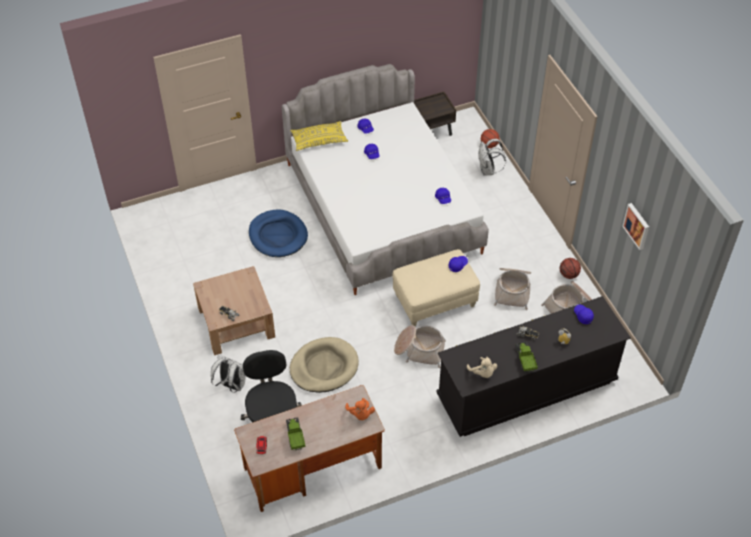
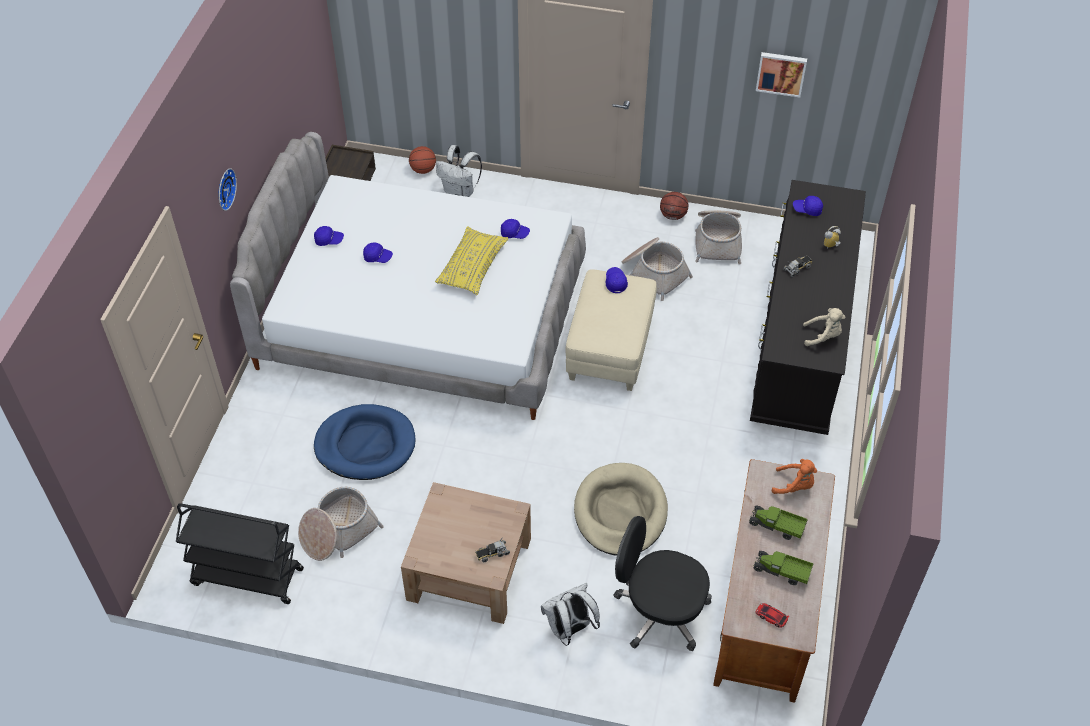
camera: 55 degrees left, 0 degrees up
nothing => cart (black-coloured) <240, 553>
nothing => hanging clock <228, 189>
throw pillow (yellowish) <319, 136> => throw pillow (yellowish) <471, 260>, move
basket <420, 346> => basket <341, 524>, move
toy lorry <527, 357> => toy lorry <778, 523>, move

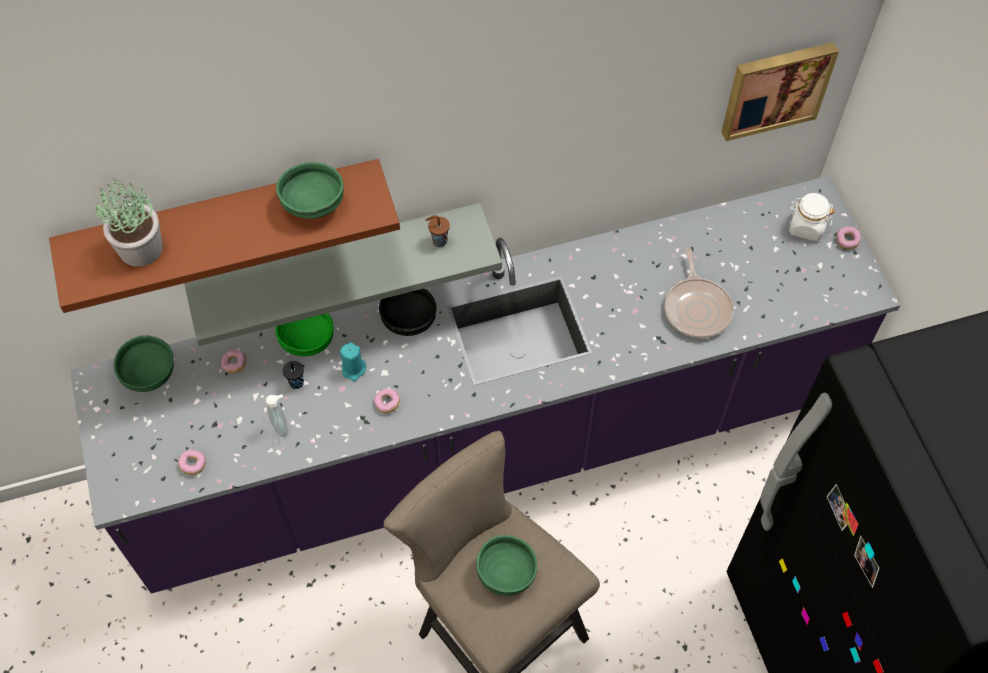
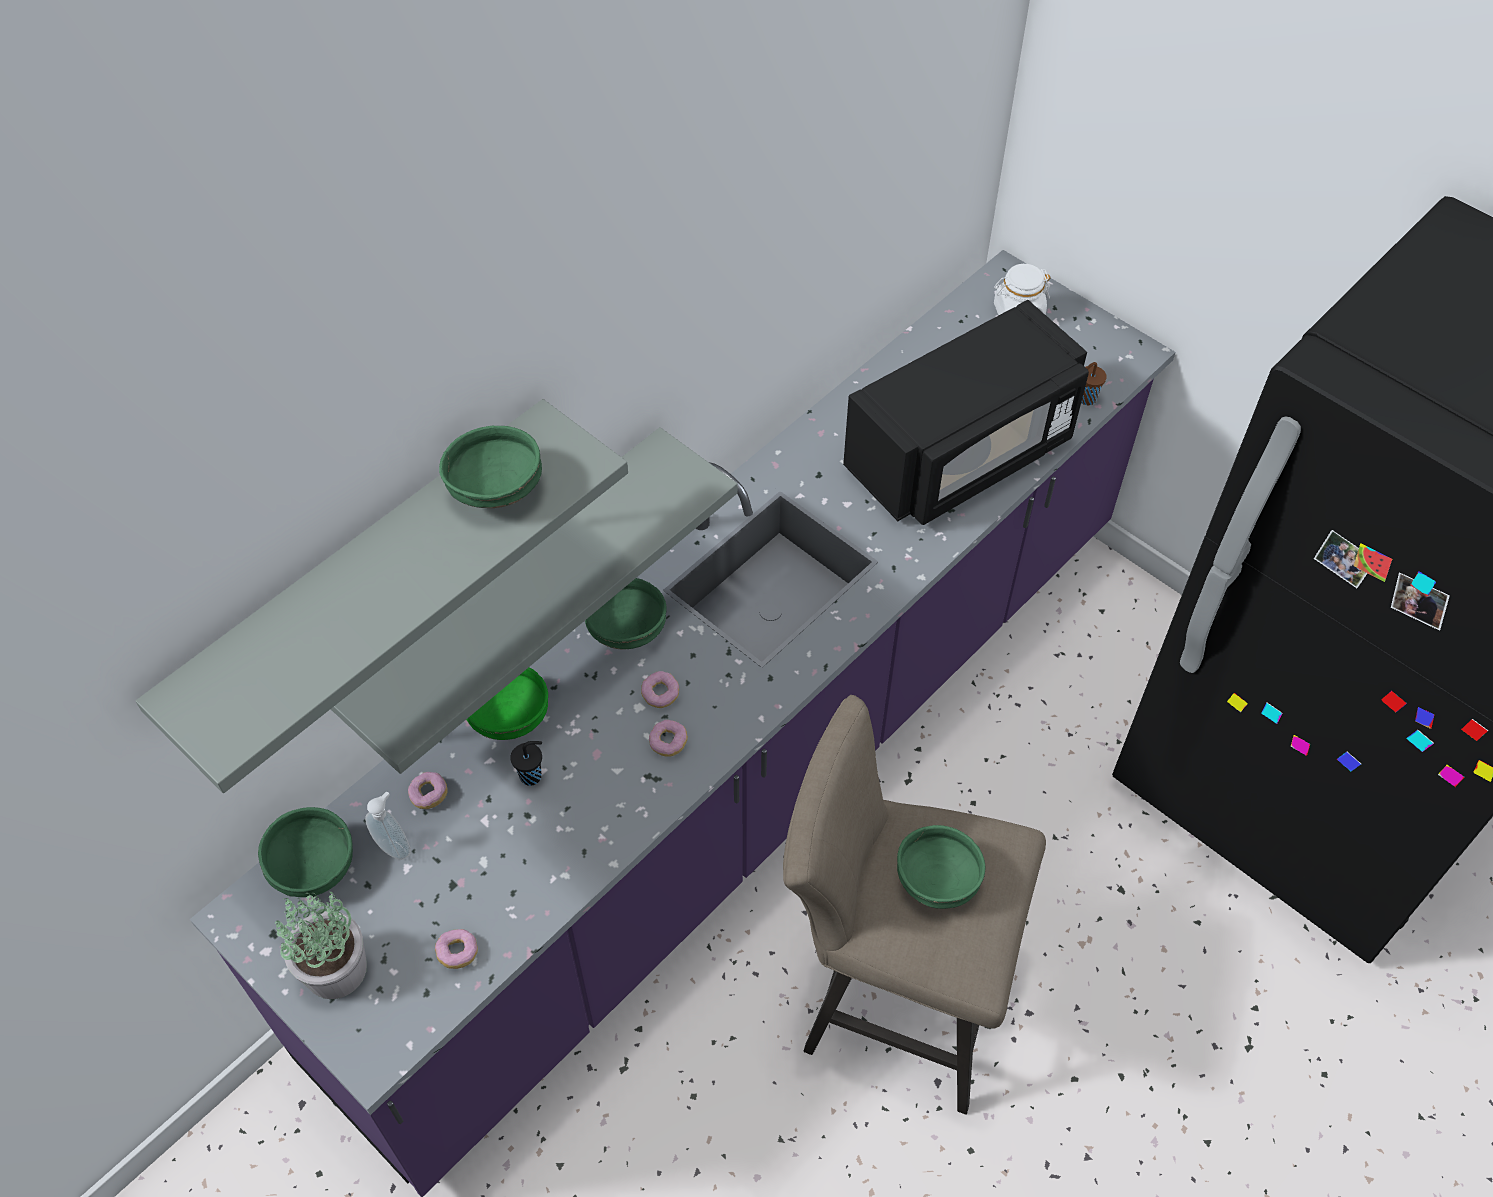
camera: 30 degrees left, 5 degrees down
candle (turquoise-coloured) <353, 361> => nothing
picture <780, 91> => nothing
potted plant <129, 222> => potted plant <320, 945>, move
liquid soap bottle <277, 415> => liquid soap bottle <388, 826>, move
cup (brownish) <438, 231> => cup (brownish) <1094, 383>, move
ring doughnut <848, 238> => ring doughnut <660, 689>, move
skillet <699, 293> => microwave oven (black-coloured) <966, 412>
bracket shelf (brownish) <224, 236> => bracket shelf (grey) <382, 596>
bowl (black-coloured) <407, 312> => bowl (greenish) <626, 614>

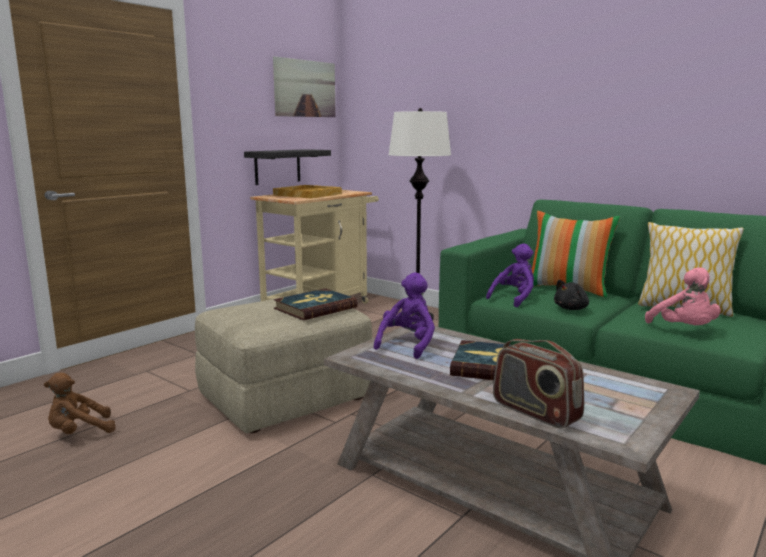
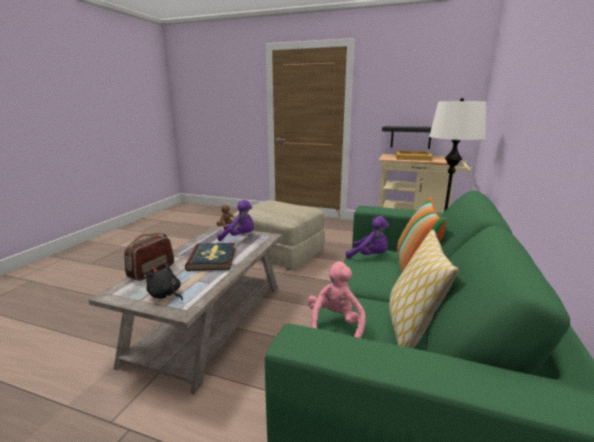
camera: 70 degrees right, 5 degrees up
picture <304, 86> => nothing
volume <315, 304> => nothing
cuddly toy (black-coloured) <571, 295> => cuddly toy (black-coloured) <164, 282>, move
cuddly toy (pinkish) <683, 296> => cuddly toy (pinkish) <337, 300>, 135 degrees clockwise

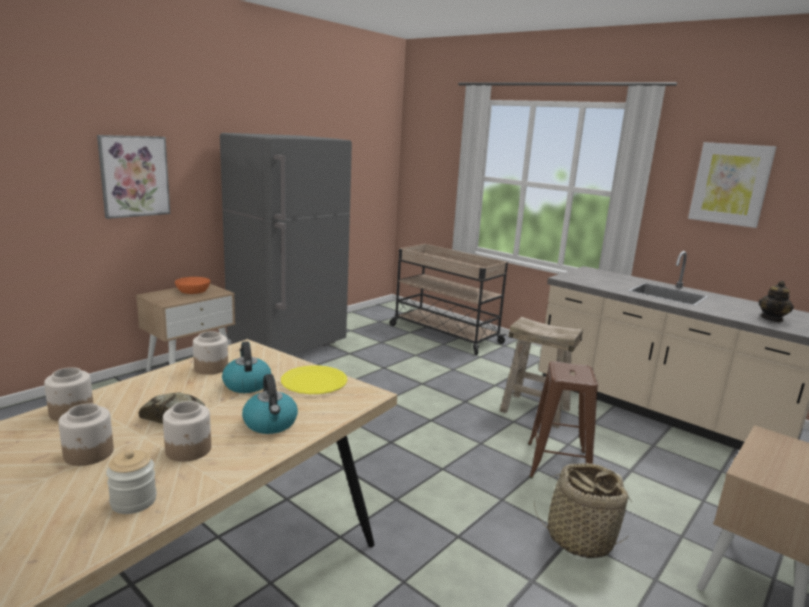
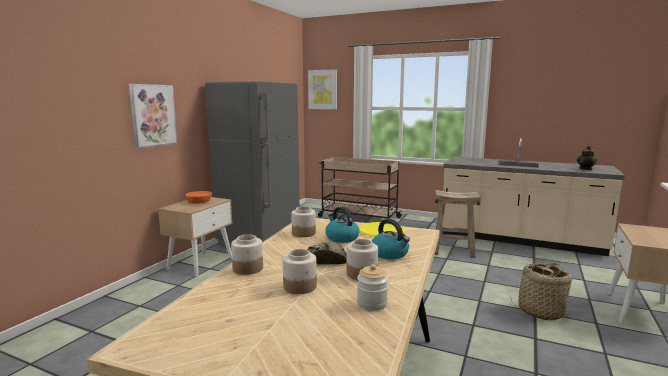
camera: 15 degrees left, 5 degrees down
sitting stool (brownish) <563, 419> => nothing
picture <732, 185> => picture <322, 89>, move

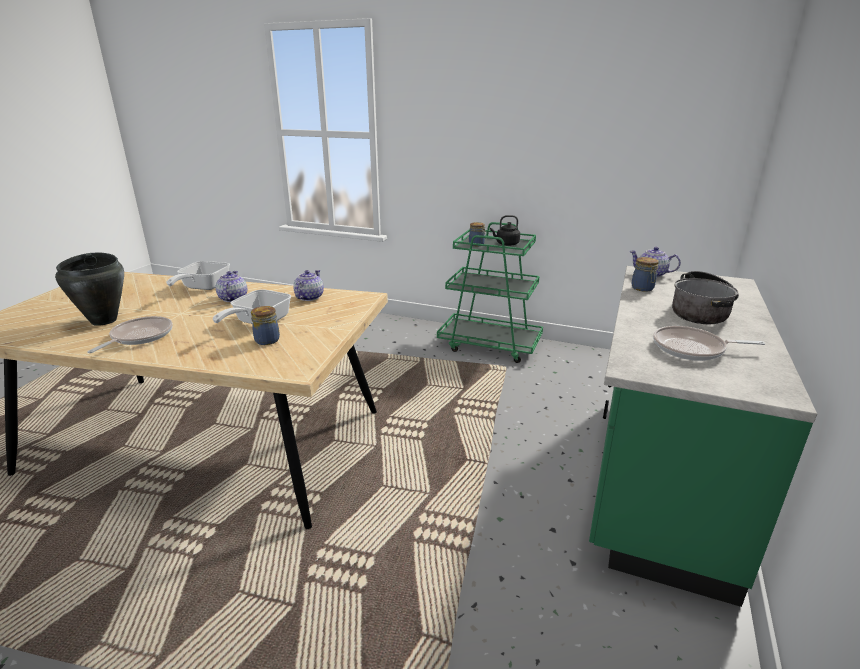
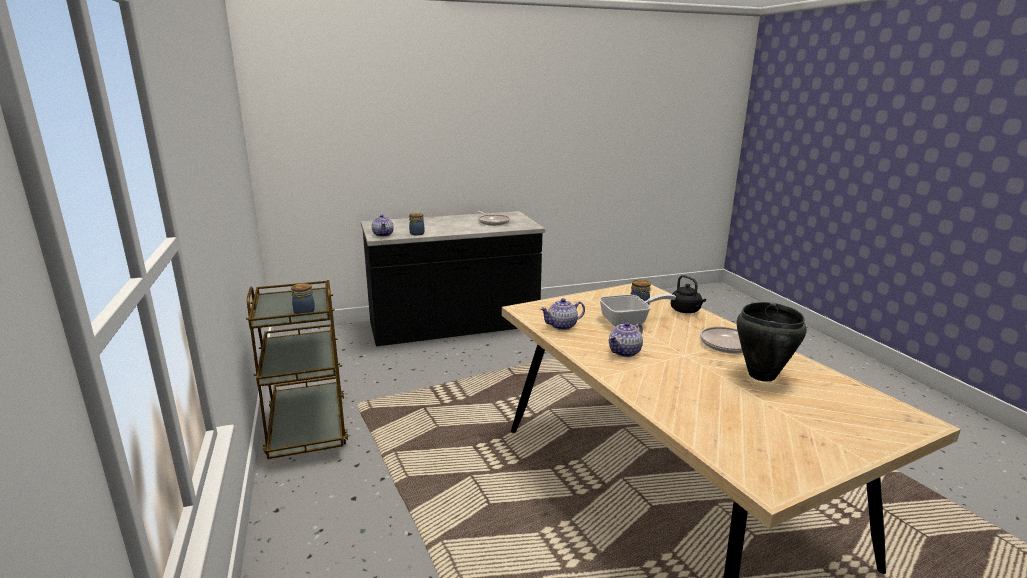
camera: 130 degrees left, 5 degrees down
skillet <198, 275> => nothing
saucepot <705, 297> => nothing
kettle (black-coloured) <505, 230> => kettle (black-coloured) <688, 294>, move
cart (greenish) <490, 292> => cart (brownish) <297, 369>
kitchen base unit (greenish) <703, 436> => kitchen base unit (black-coloured) <453, 278>

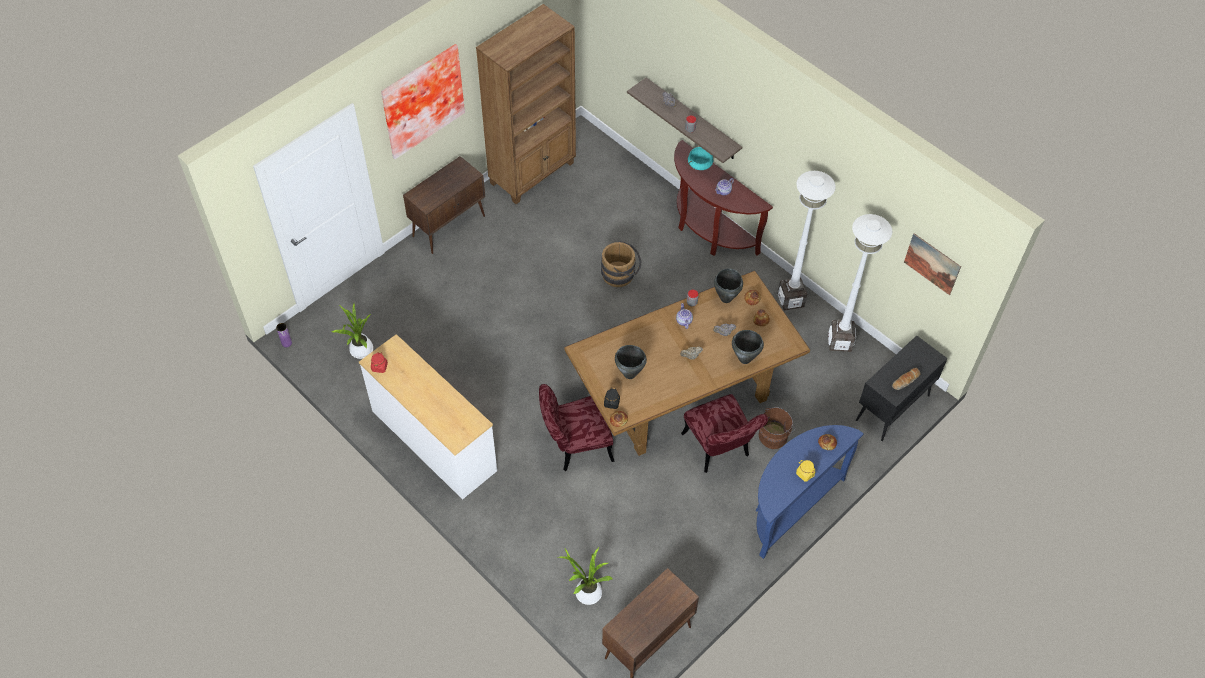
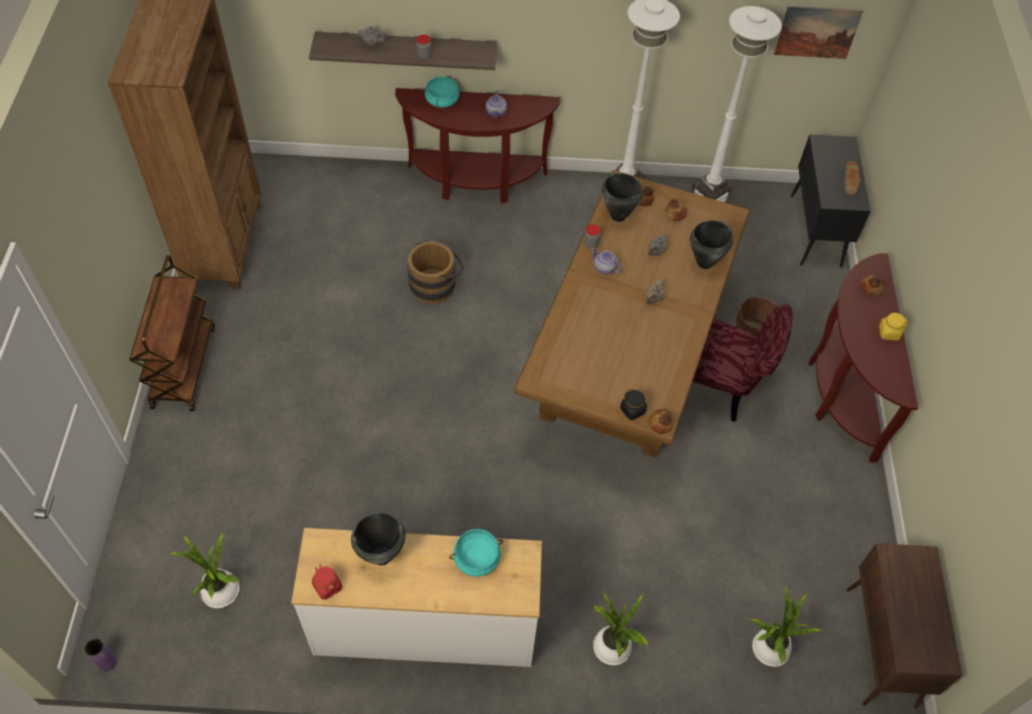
camera: 45 degrees left, 0 degrees up
picture <423, 101> => nothing
chair (red) <577, 427> => nothing
nothing => saucepot (turquoise-coloured) <476, 553>
nothing => potted plant <621, 628>
saucepot (black-coloured) <631, 362> => saucepot (black-coloured) <378, 539>, move
storage cabinet (brownish) <444, 205> => cart (brownish) <172, 333>
console table (blue-coloured) <810, 492> => console table (brownish) <863, 358>

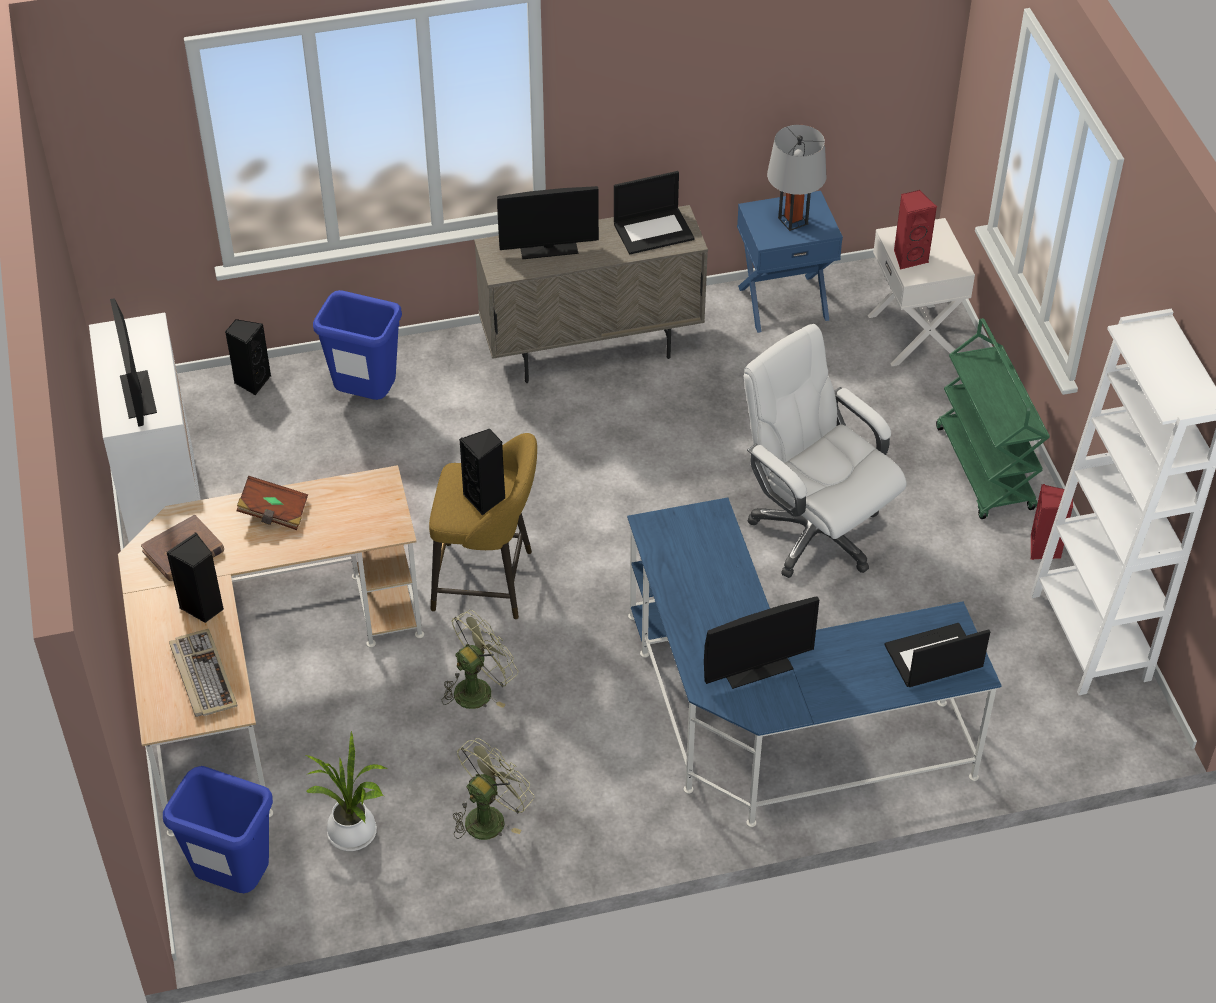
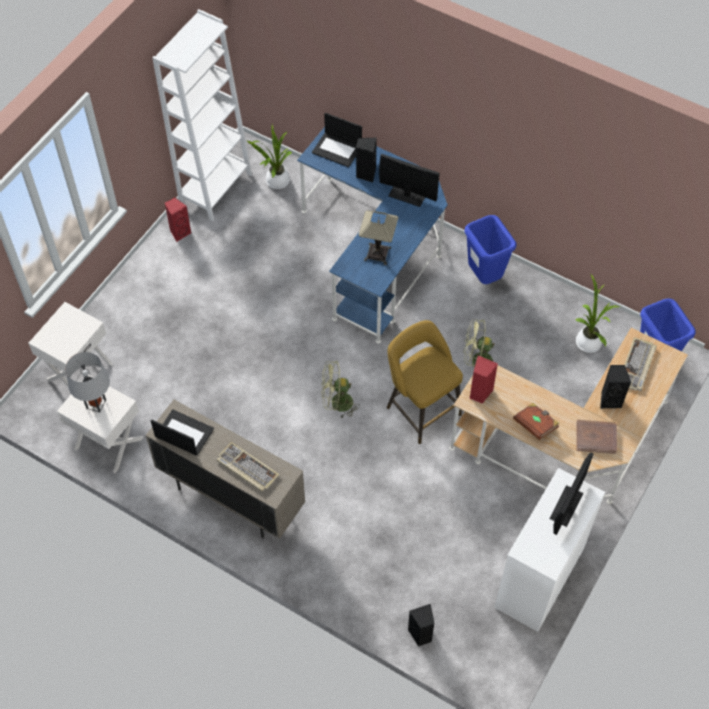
camera: 135 degrees left, 10 degrees up
computer chair (whitish) <825, 451> => nothing
cart (greenish) <993, 418> => nothing
nothing => potted plant <270, 157>
nothing => tabletop lamp <378, 237>
waste bin (blue-coloured) <357, 345> => waste bin (blue-coloured) <490, 249>, move
cooling fan (greenish) <493, 789> => cooling fan (greenish) <340, 390>, move
loudspeaker (black-coloured) <482, 472> => loudspeaker (black-coloured) <366, 159>, move
loudspeaker (red) <915, 230> => loudspeaker (red) <484, 379>, move
computer screen <548, 222> => computer keyboard <248, 467>
night table (blue-coloured) <790, 262> => night table (whitish) <100, 424>

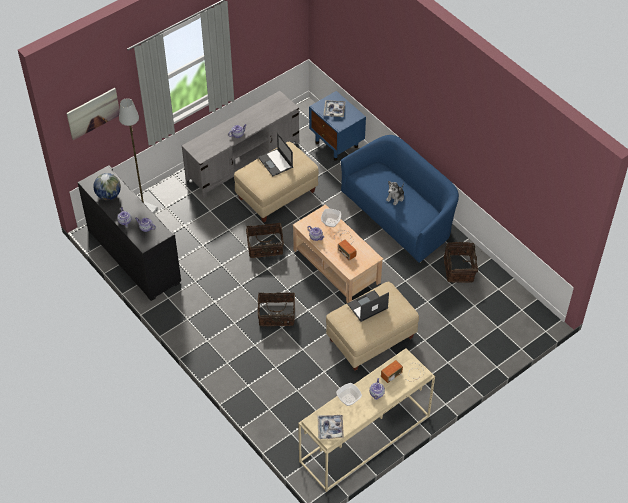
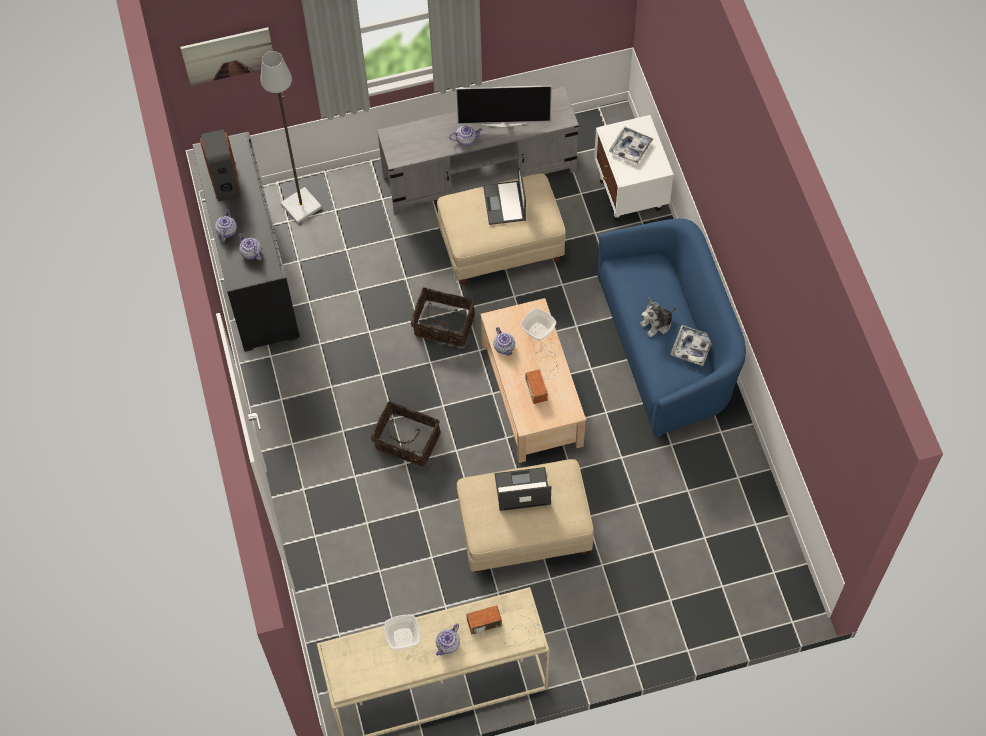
camera: 25 degrees right, 10 degrees up
basket <463, 262> => nothing
nothing => TV set <503, 106>
tray <330, 427> => tray <691, 345>, move
globe <107, 186> => loudspeaker <220, 165>
night table (blue-coloured) <337, 126> => night table (whitish) <634, 168>

